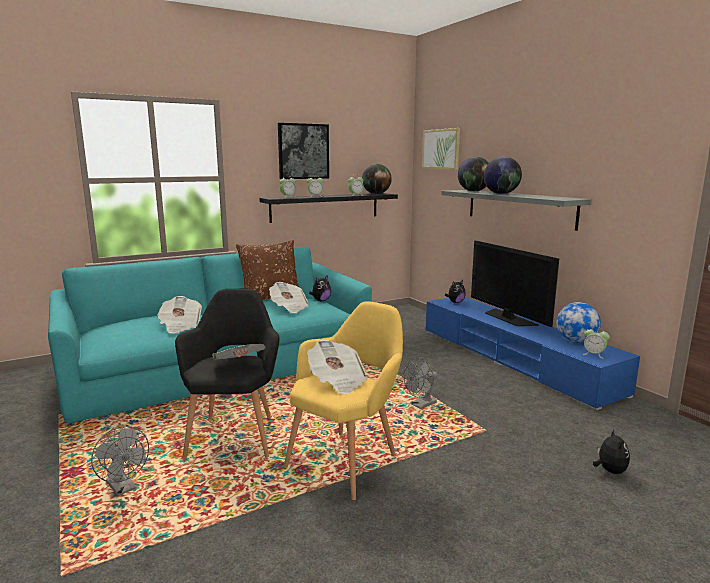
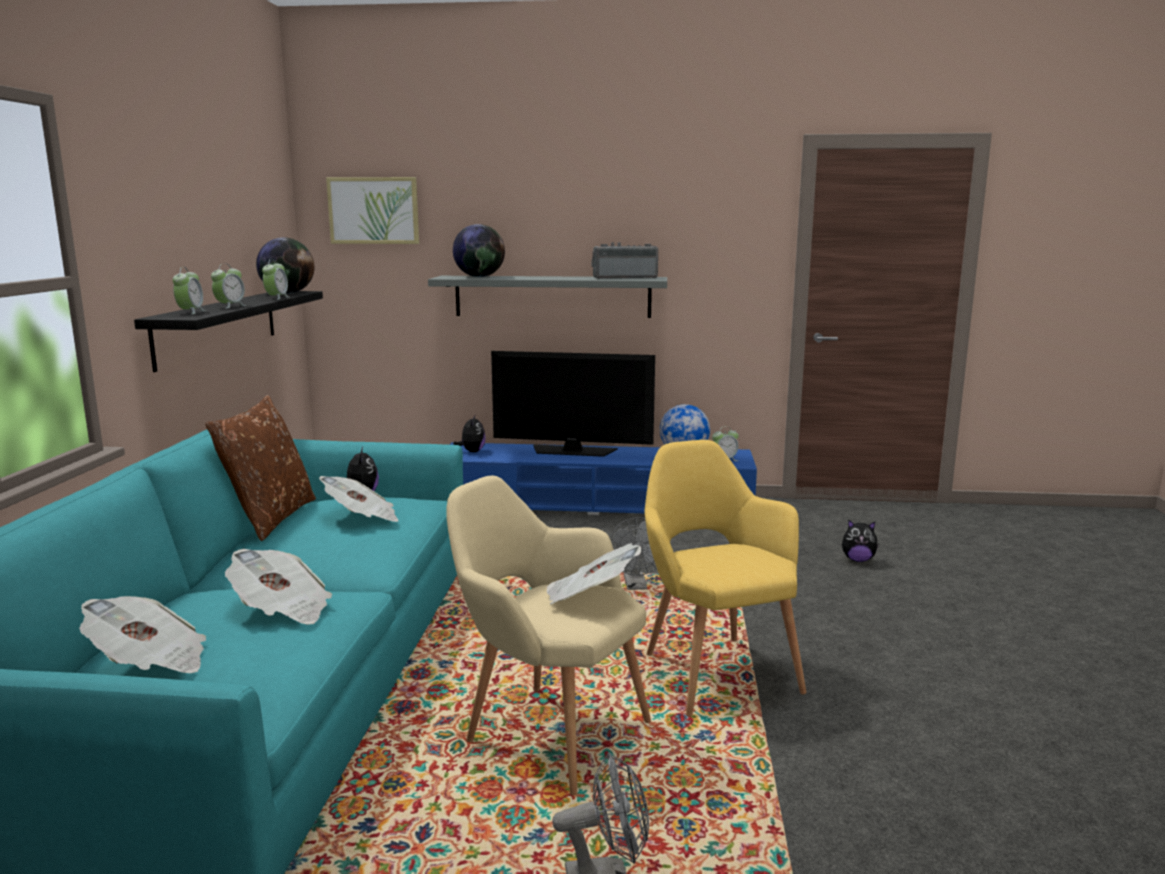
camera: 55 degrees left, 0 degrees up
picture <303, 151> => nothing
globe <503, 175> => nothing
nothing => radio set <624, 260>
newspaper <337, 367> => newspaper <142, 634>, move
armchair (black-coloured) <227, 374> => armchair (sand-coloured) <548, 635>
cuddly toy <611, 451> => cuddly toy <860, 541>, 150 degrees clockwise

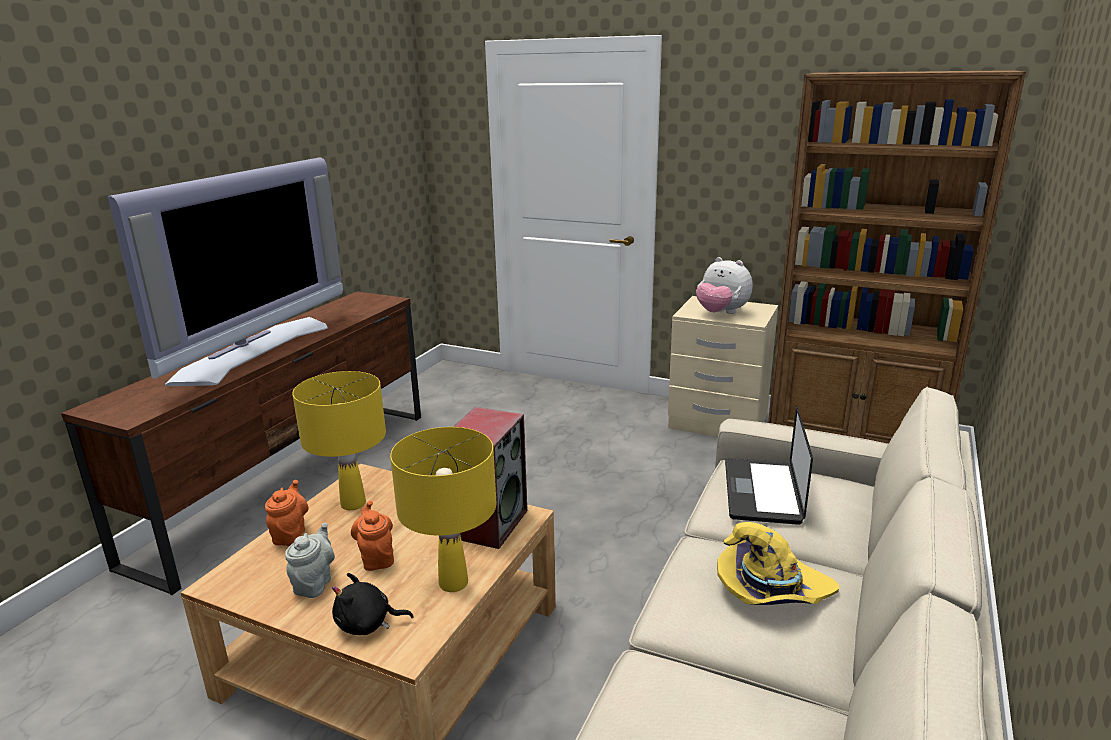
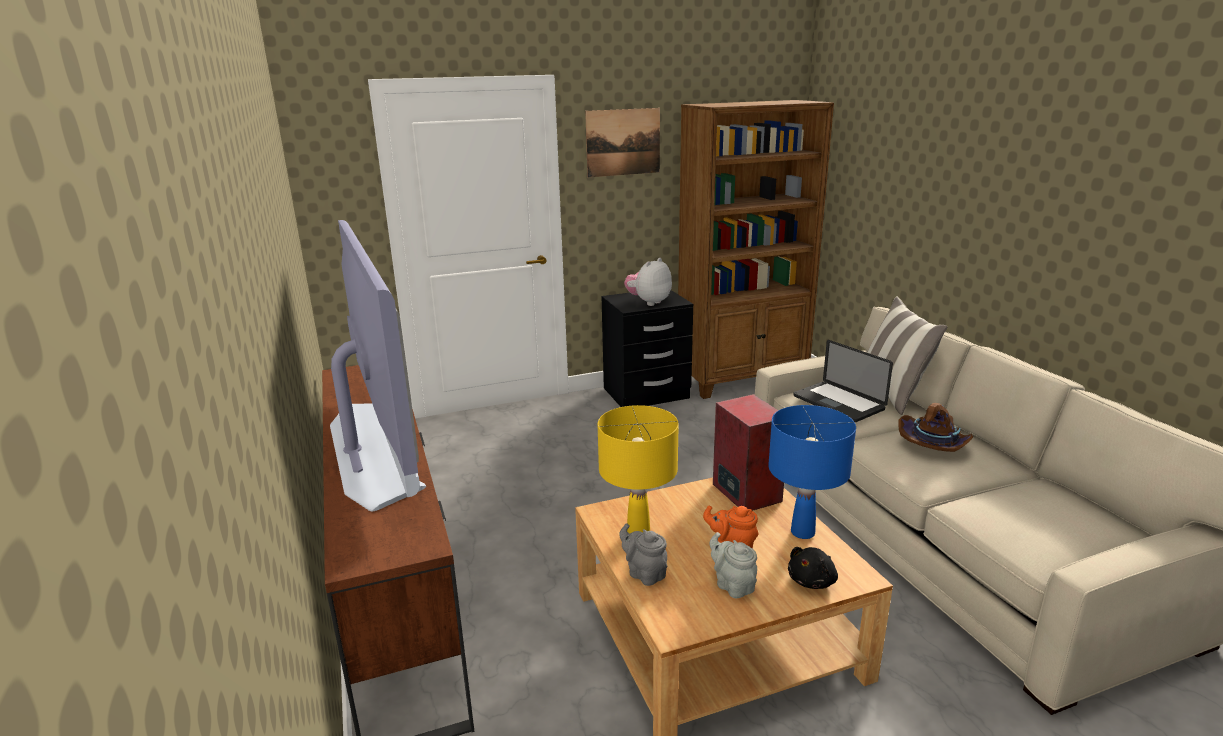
camera: 45 degrees left, 0 degrees up
nothing => picture <622, 142>
nothing => throw pillow <907, 355>
pot for tea (orange-coloured) <286, 513> => pot for tea (grey) <643, 554>
tabletop lamp (yellowish) <443, 509> => tabletop lamp (blue-coloured) <812, 472>
night table (sand-coloured) <723, 366> => night table (black-coloured) <647, 348>
clothing hat (yellowish) <778, 563> => clothing hat (brownish) <935, 427>
cuddly toy <724, 285> => cuddly toy <648, 282>, 135 degrees clockwise

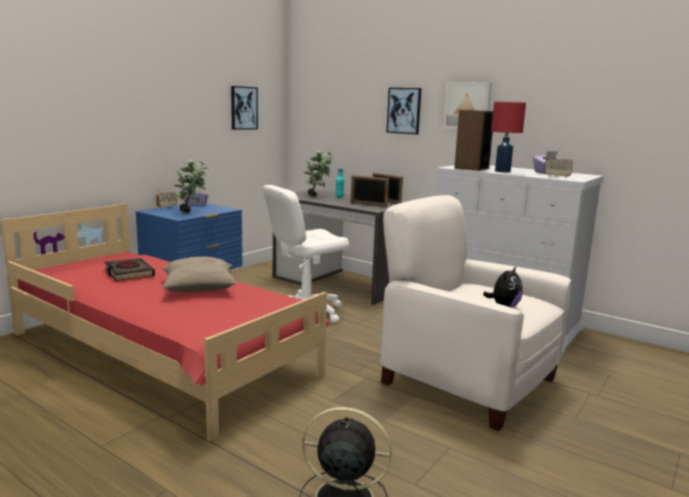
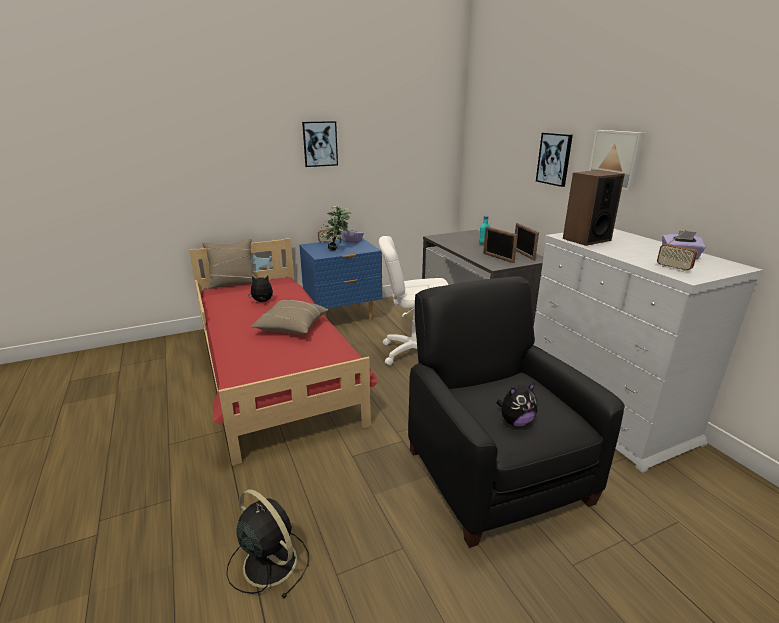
camera: 30 degrees right, 10 degrees up
potted plant <318, 173> => nothing
tabletop lamp (red) <508, 137> => nothing
nothing => throw pillow (sand-coloured) <229, 264>
picture <244, 108> => picture <320, 144>, move
volume (black-coloured) <130, 269> => cuddly toy <260, 289>
armchair (whitish) <476, 313> => armchair (black-coloured) <516, 412>

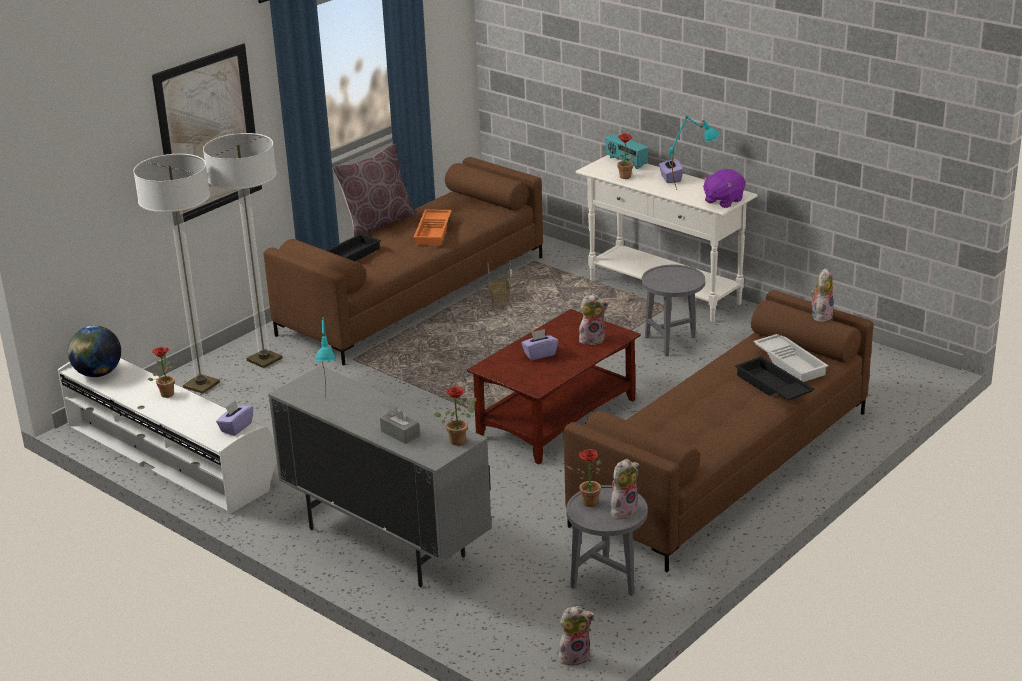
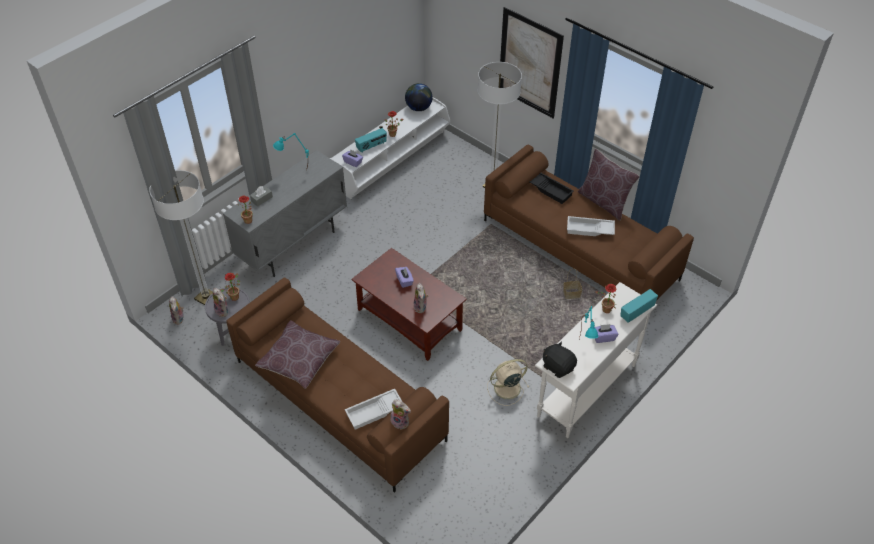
camera: 90 degrees right, 20 degrees up
tray (black-coloured) <775, 378> => nothing
nothing => throw pillow (brownish) <297, 354>
nothing => radio set <371, 140>
standard lamp <176, 274> => standard lamp <181, 237>, move
side table (grey) <674, 311> => cooling fan (sand-coloured) <508, 382>
tray (orange-coloured) <433, 227> => tray (whitish) <591, 226>
cuddly toy (purple) <724, 188> => cuddly toy (black-coloured) <560, 359>

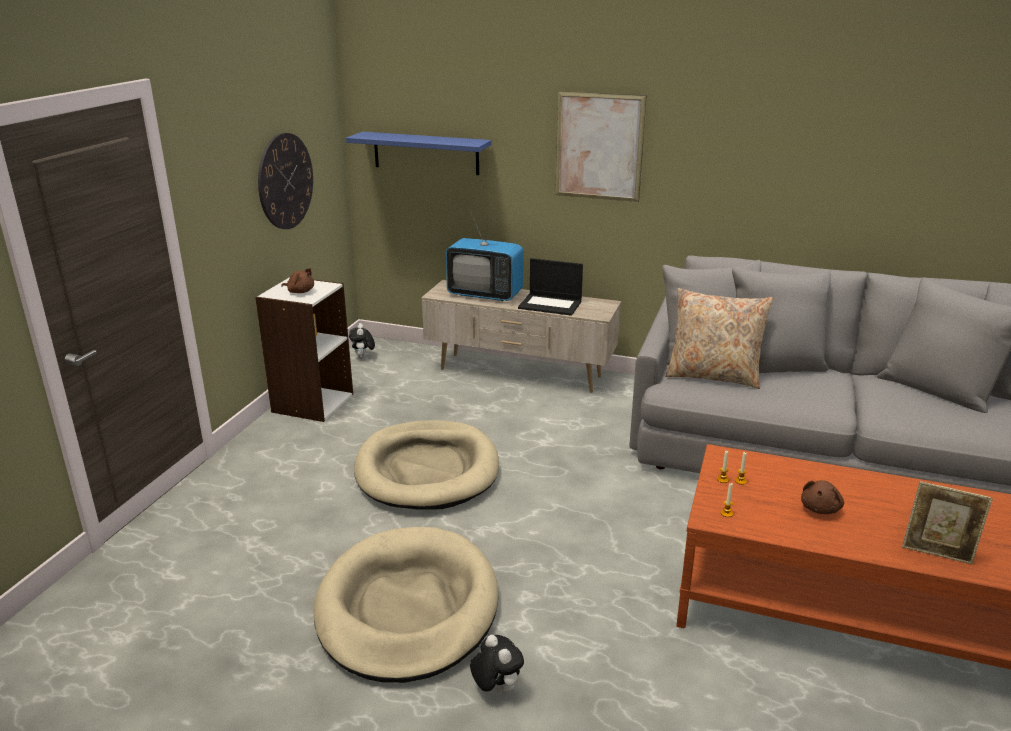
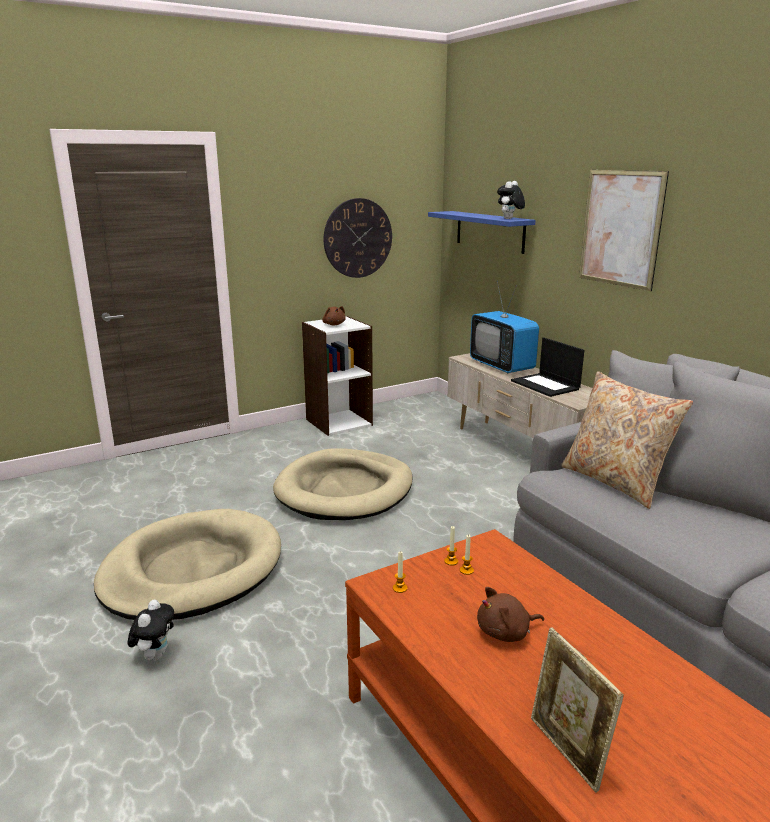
camera: 40 degrees right, 5 degrees down
cuddly toy <362, 340> => cuddly toy <511, 200>, move

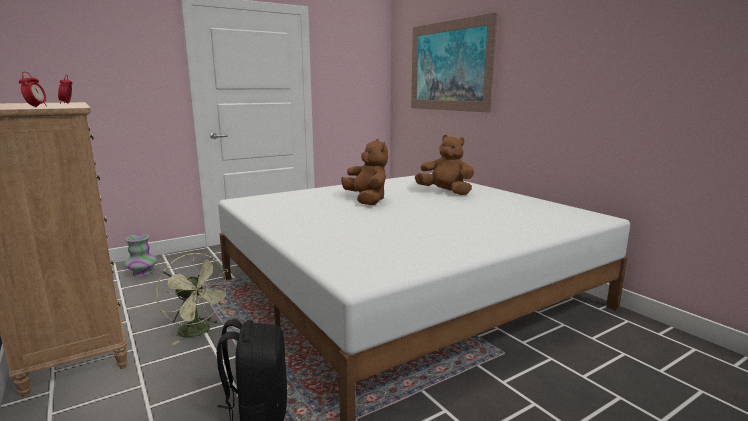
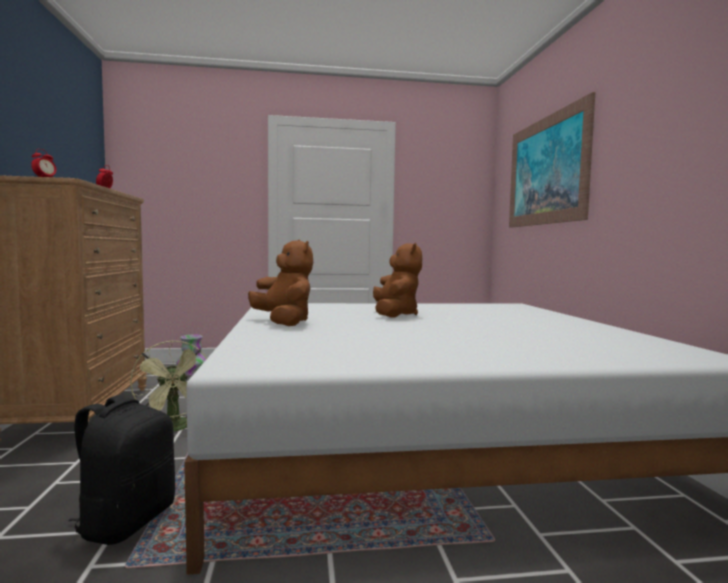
camera: 25 degrees right, 10 degrees down
cuddly toy (brownish) <444, 165> => cuddly toy (brownish) <280, 282>, move

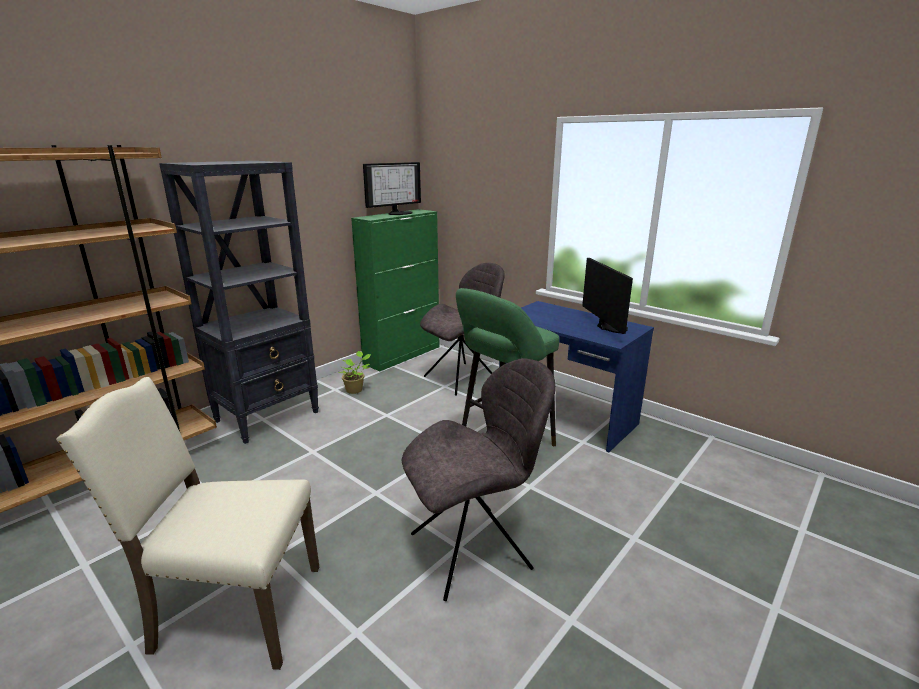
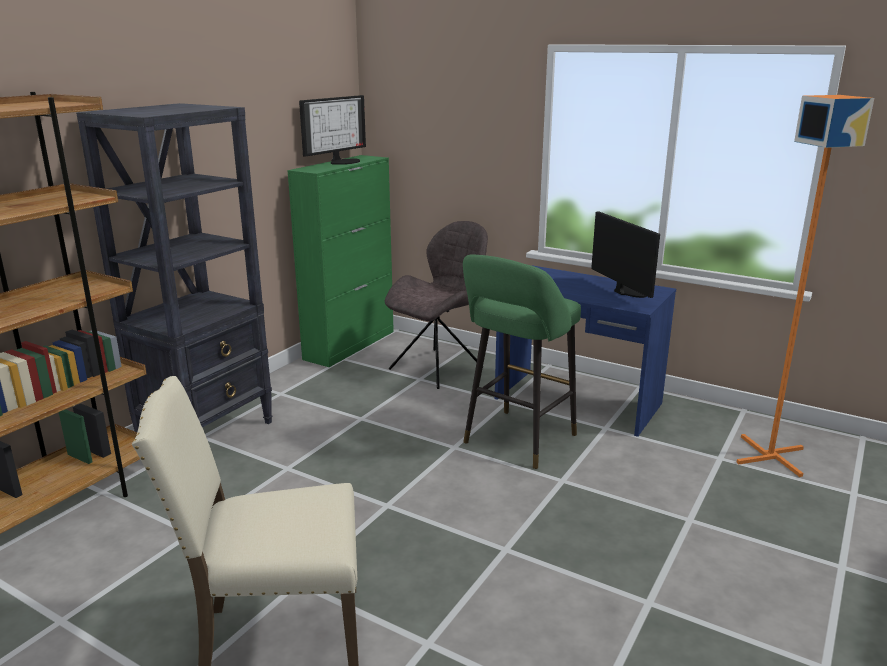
camera: 10 degrees left, 0 degrees up
potted plant <354, 372> => nothing
chair (grey) <479, 479> => nothing
nothing => standard lamp (orange-coloured) <805, 286>

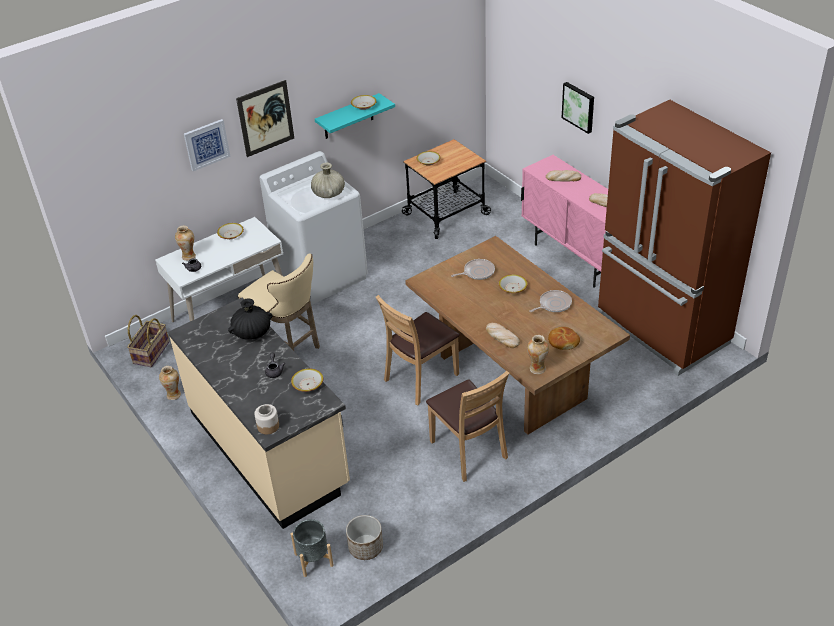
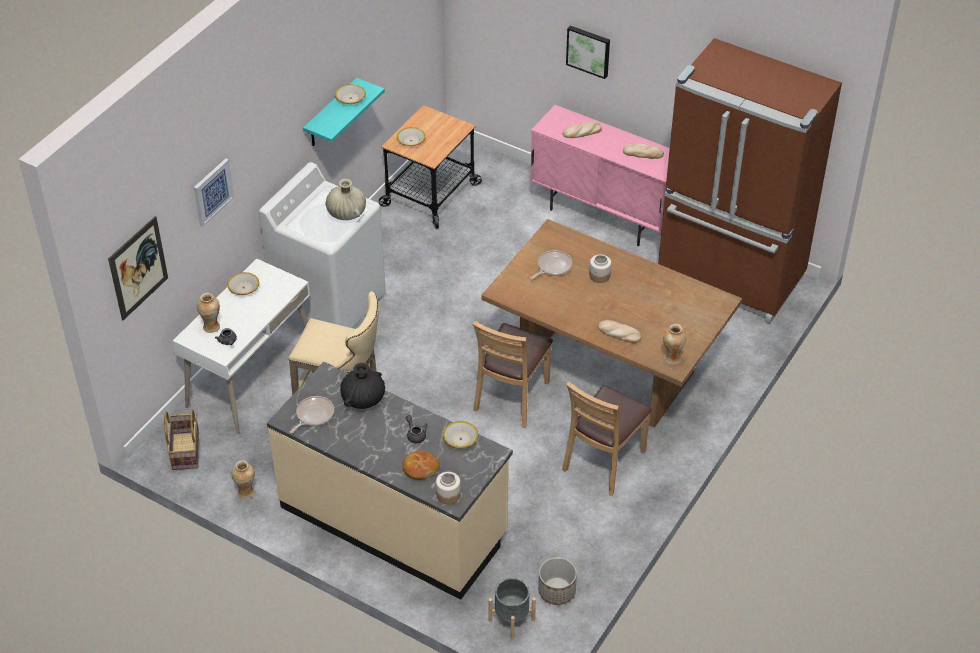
camera: 25 degrees left, 5 degrees up
picture <265, 118> => picture <138, 268>, move
skillet <550, 301> => skillet <311, 415>, move
bread <564, 338> => bread <421, 465>, move
bowl <513, 283> => jar <600, 268>
chair (brownish) <468, 426> => chair (brownish) <607, 438>, 90 degrees clockwise

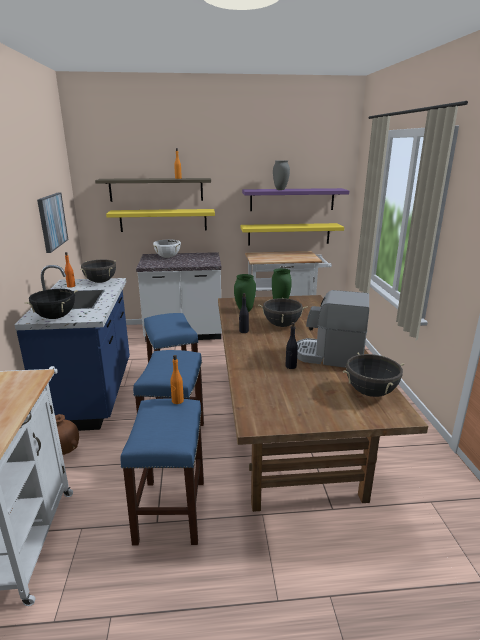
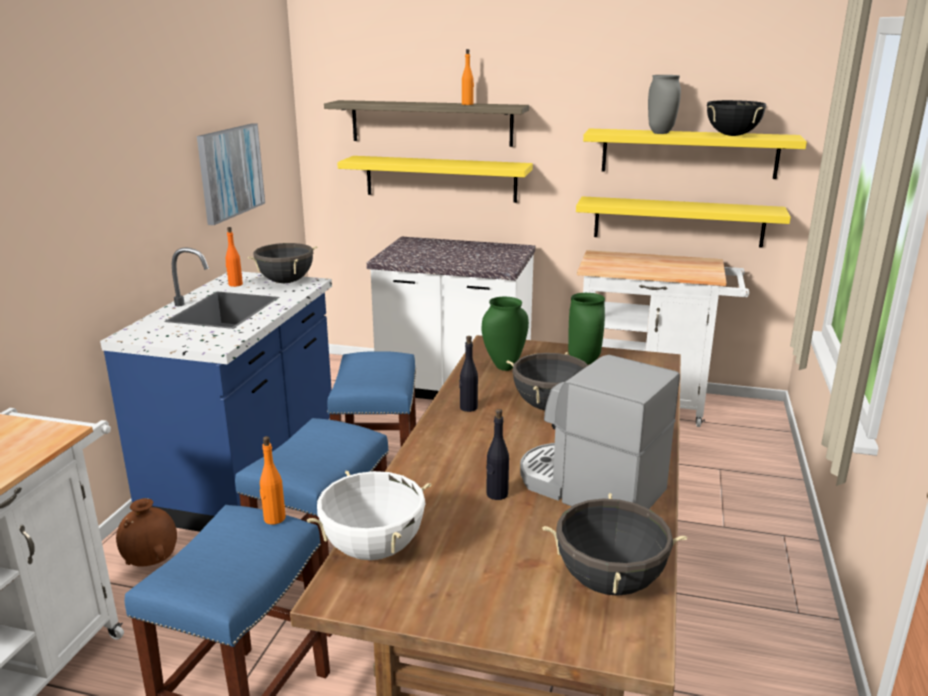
camera: 20 degrees right, 0 degrees up
saucepot (black-coloured) <51, 304> => saucepot (black-coloured) <736, 118>, move
saucepot (whitish) <167, 249> => saucepot (whitish) <369, 515>, move
bracket shelf (purple) <295, 199> => bracket shelf (yellowish) <695, 154>

